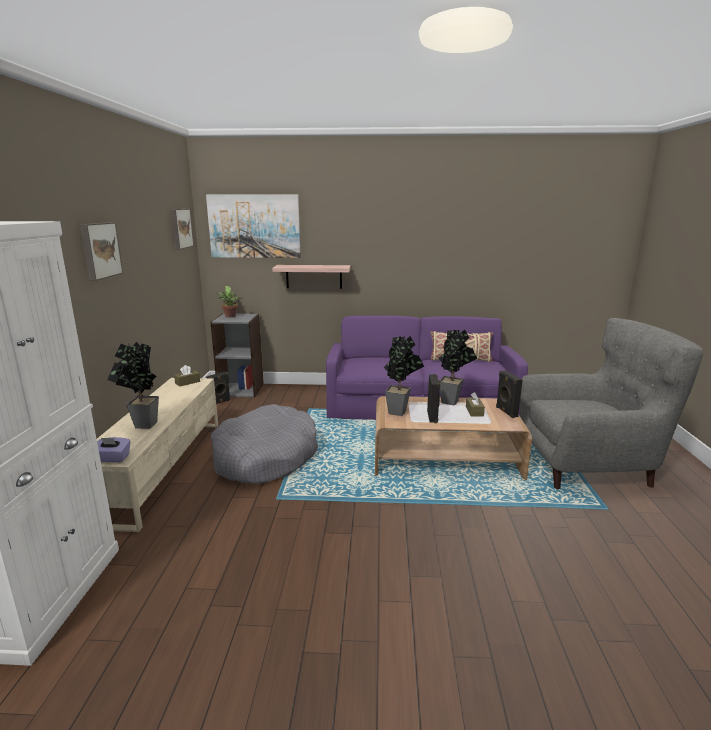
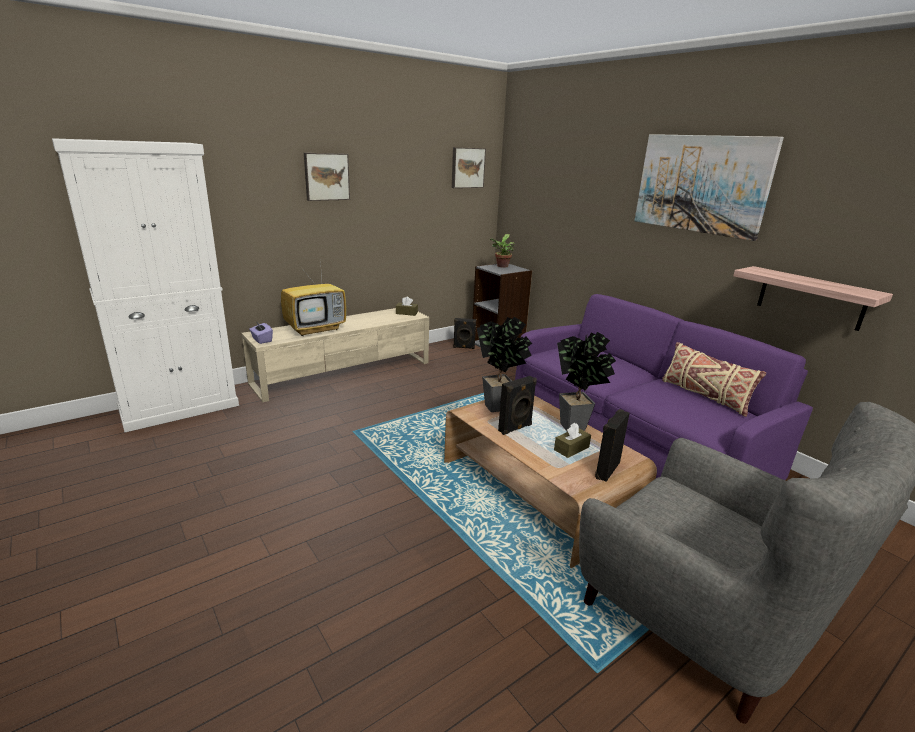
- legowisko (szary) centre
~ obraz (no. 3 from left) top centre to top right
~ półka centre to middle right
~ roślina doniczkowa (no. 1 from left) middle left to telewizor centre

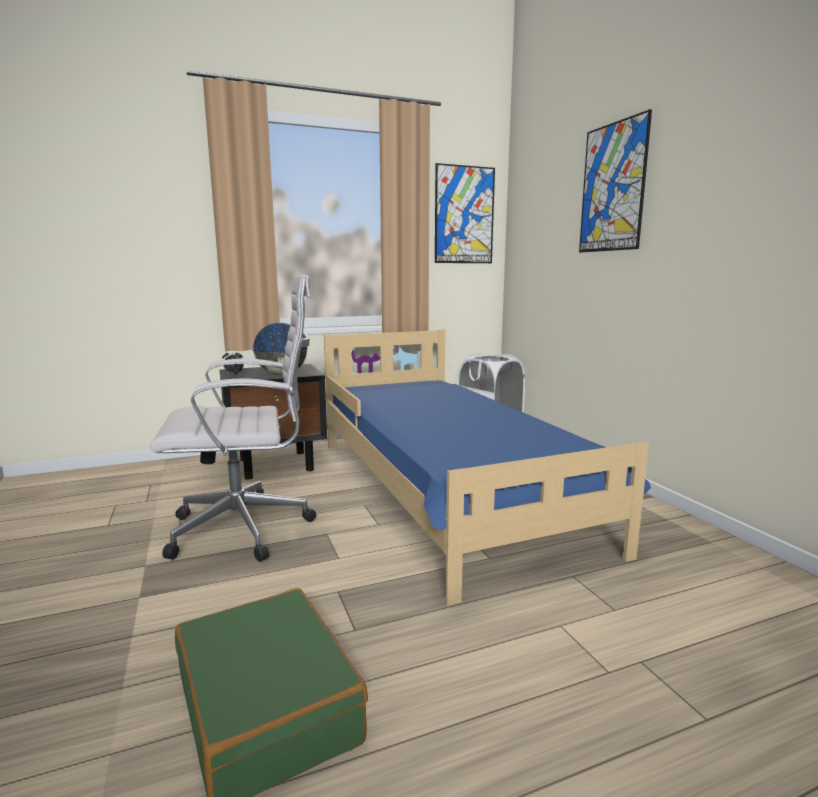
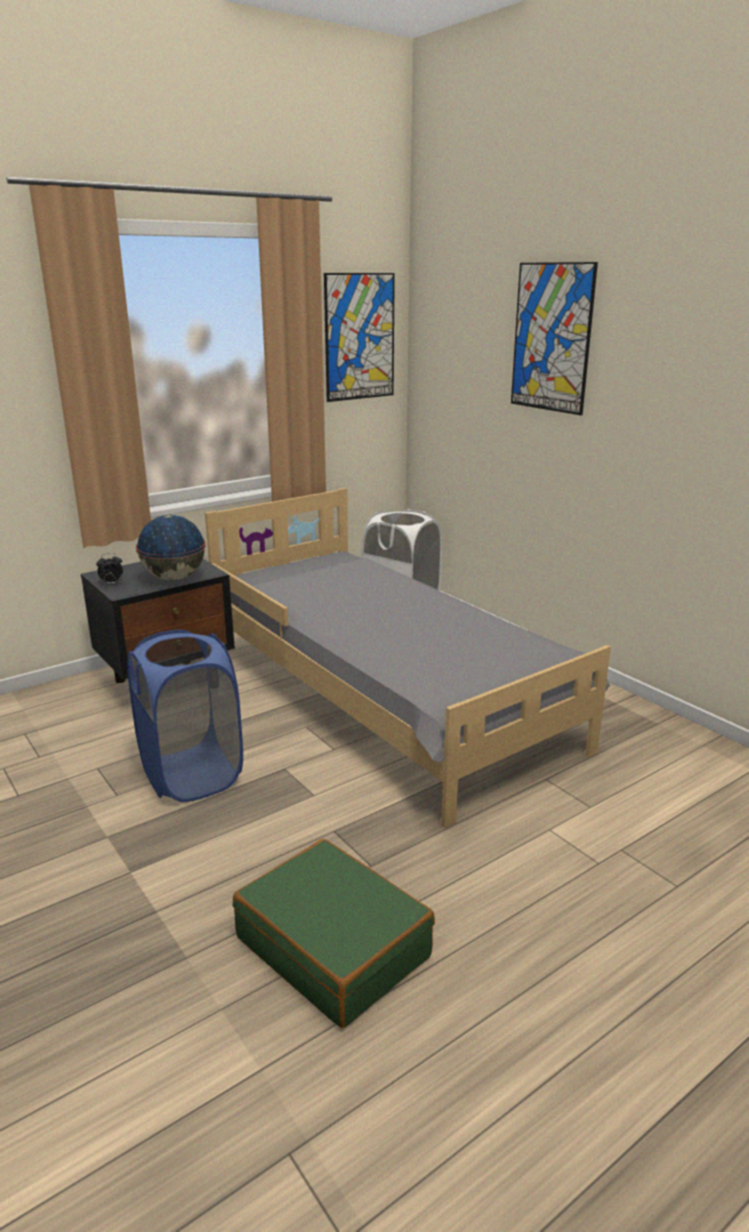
~ krzesło biurowe (biały) middle left to kosz na pranie (niebieski) middle left
~ łóżko (niebieski) centre to łóżko (szary) centre

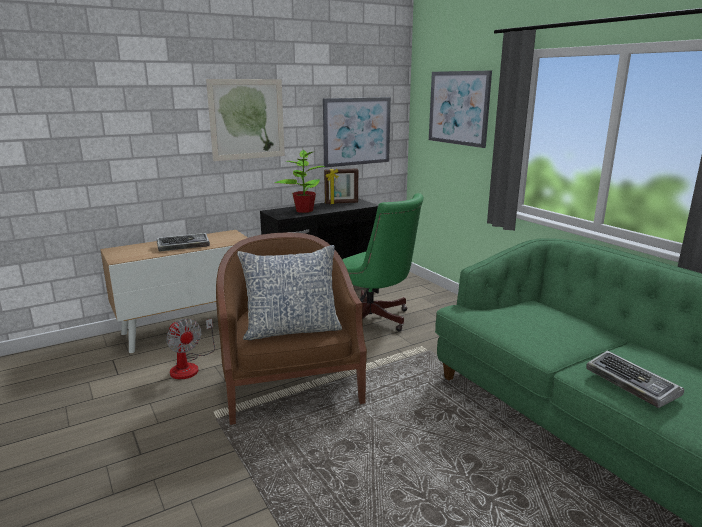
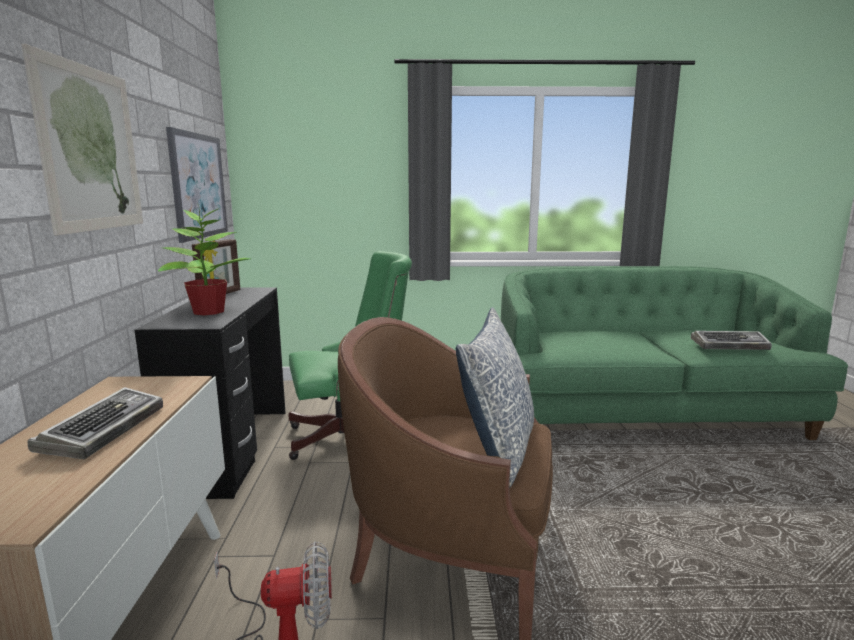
- obraz (no. 3 from left) top centre

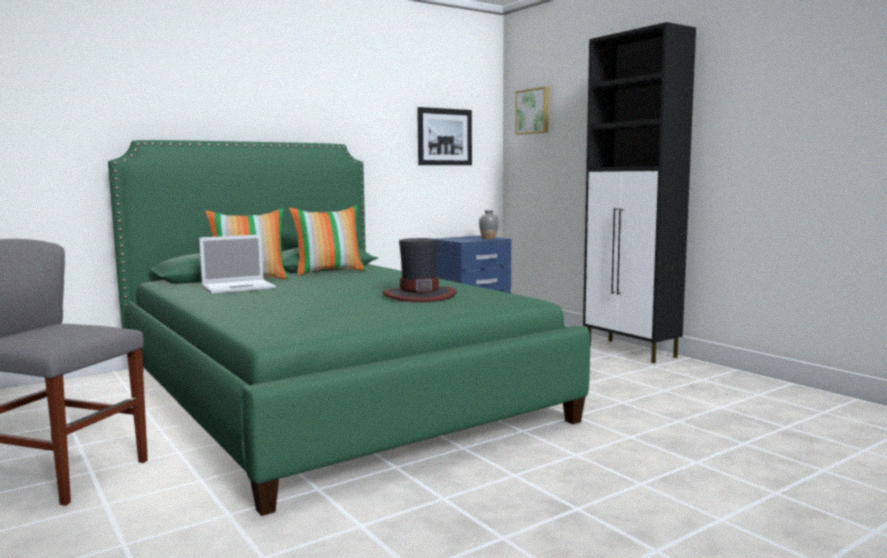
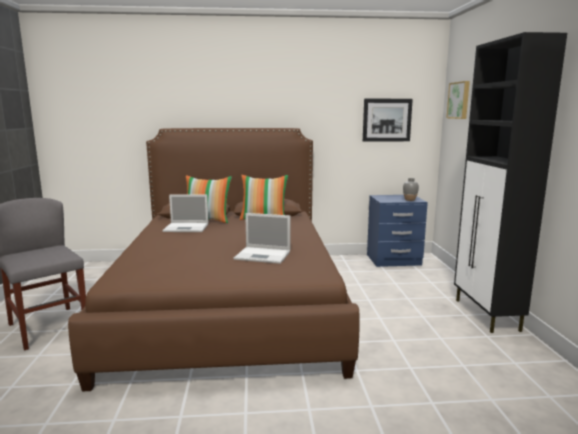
~ kapelusz centre to laptop (no. 2 from left) centre
~ łóżko (zielony) centre to łóżko (brązowy) centre

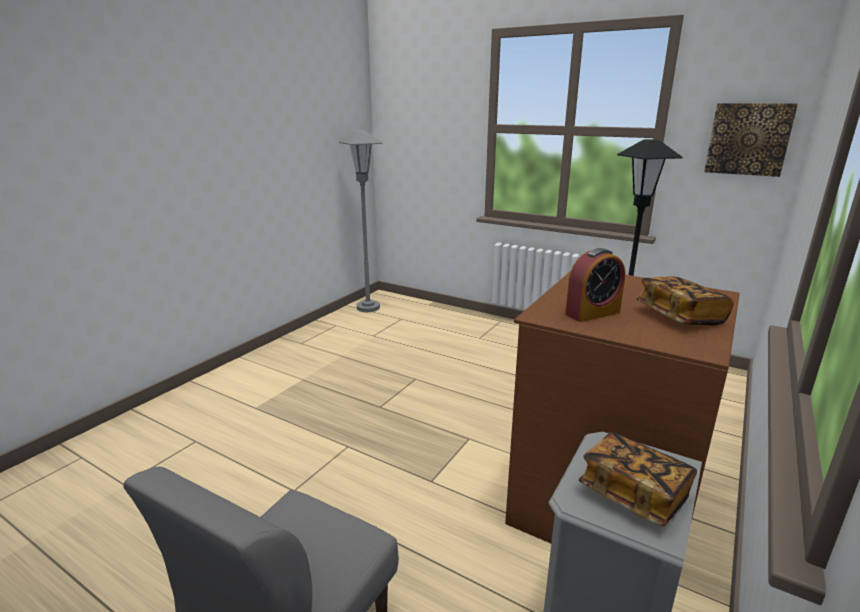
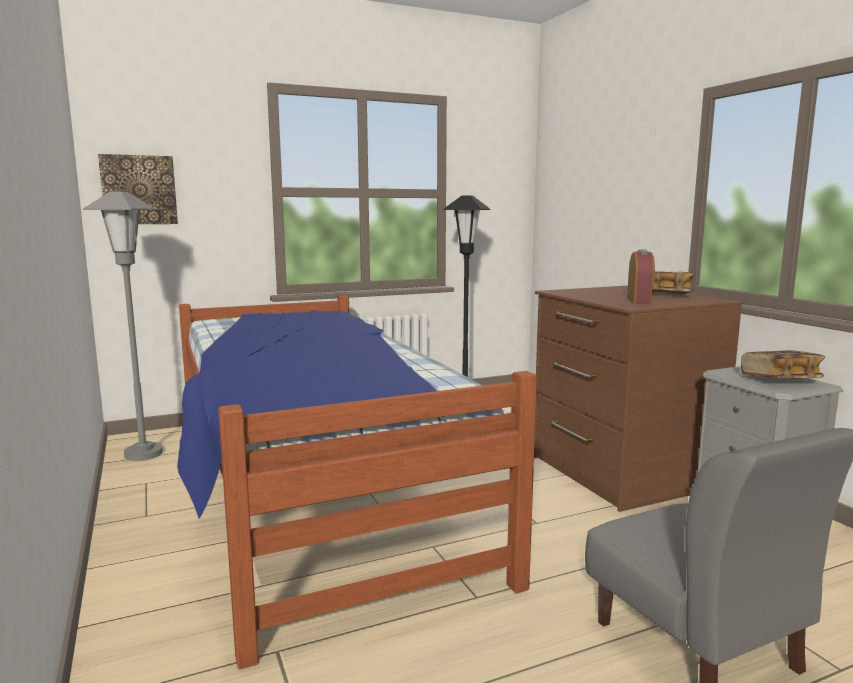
+ łóżko bottom centre
~ obraz top right to top left

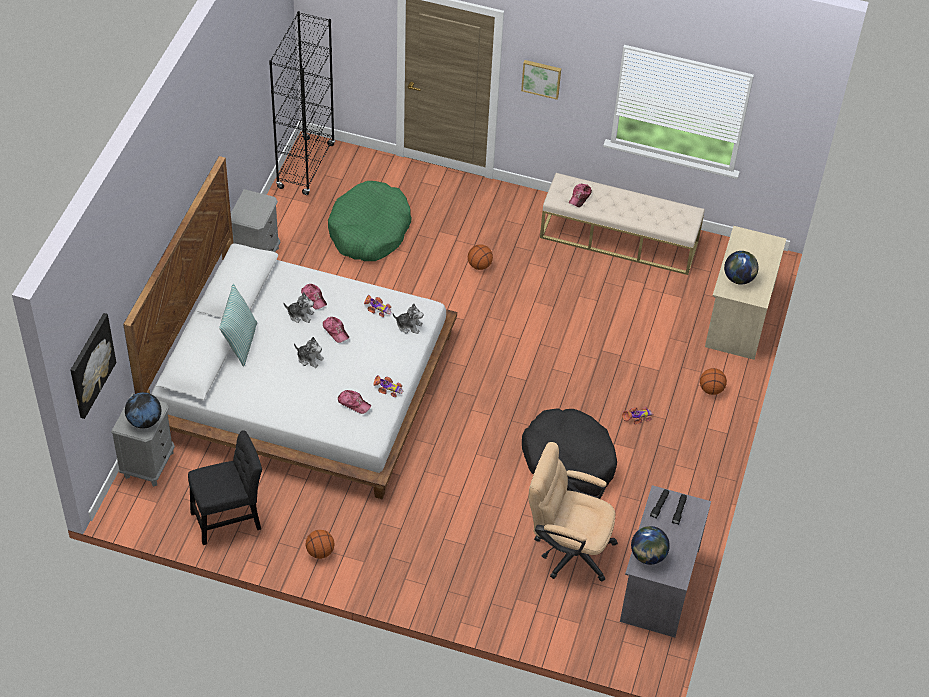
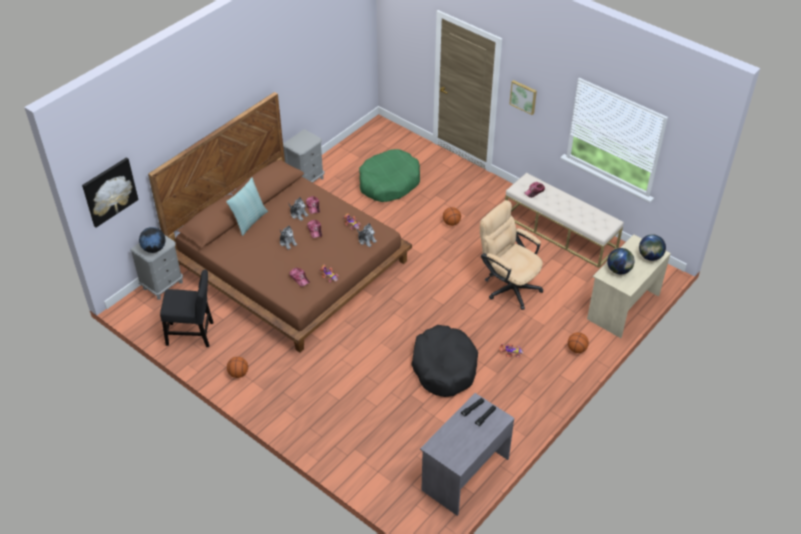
- regał (czarny) top left
~ krzesło biurowe (beżowy) bottom centre to centre
~ globus (no. 2 from left in the first image) bottom right to globus (no. 3 from left) middle right
~ łóżko (biały) middle left to łóżko (brązowy) centre

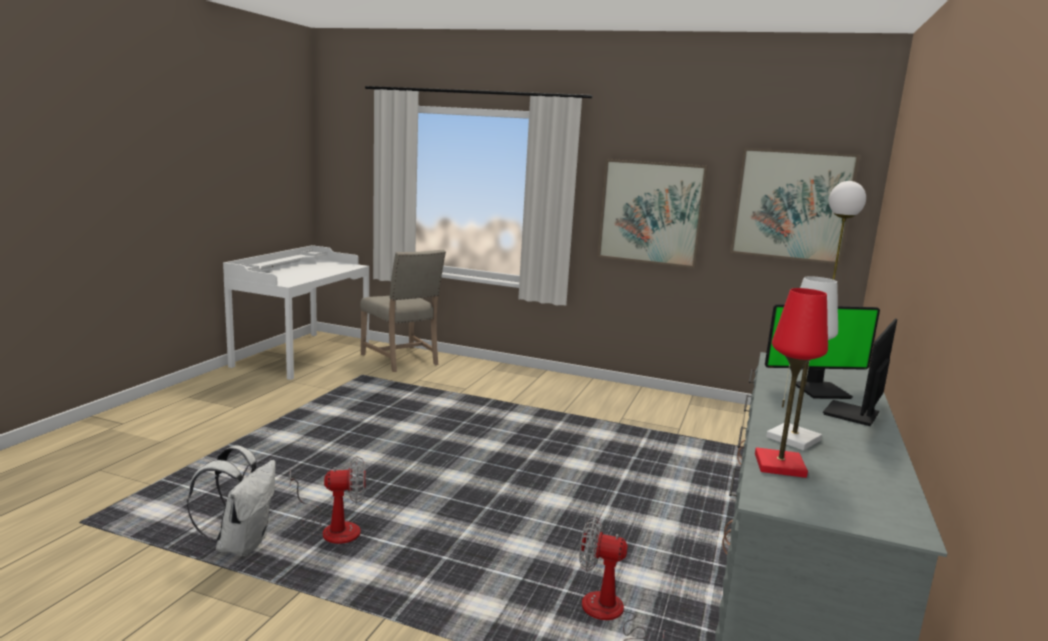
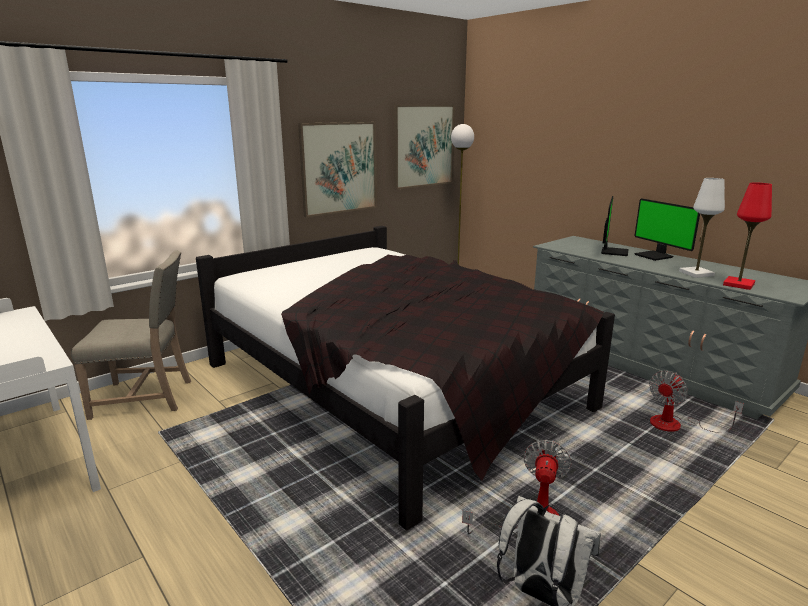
+ łóżko (czarny) centre

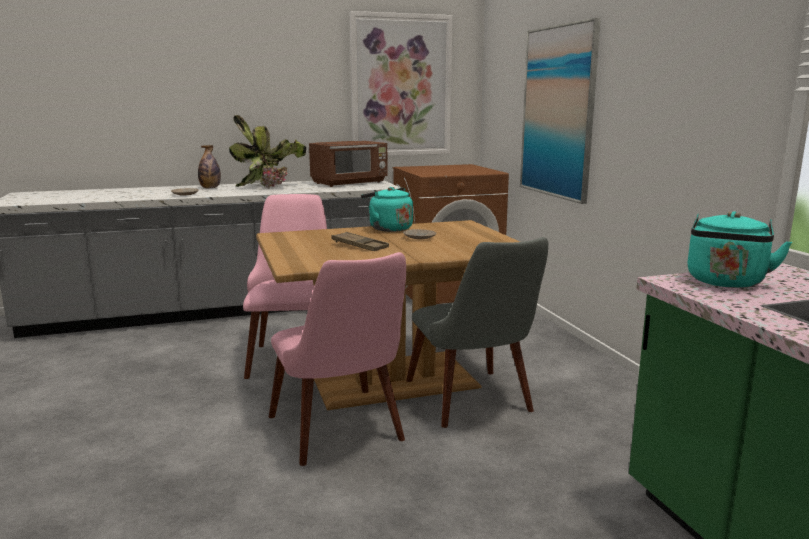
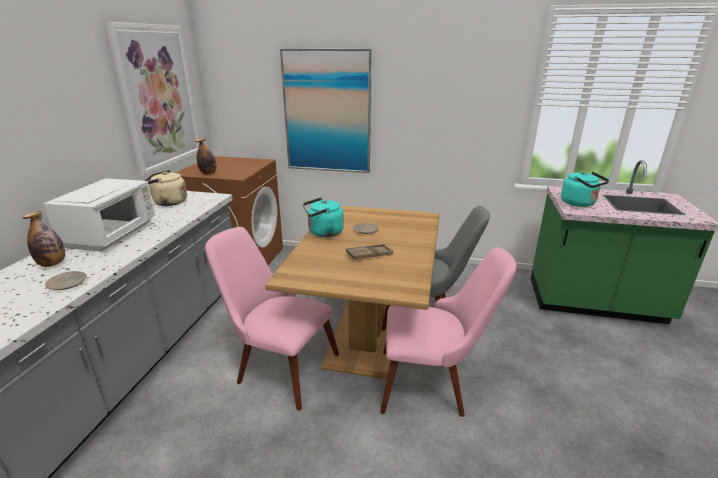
+ butelka (no. 2 from left) top left
~ roślina doniczkowa top left to mikrofalówka (biały) middle left
~ mikrofalówka (brązowy) top centre to czajnik (beżowy) middle left

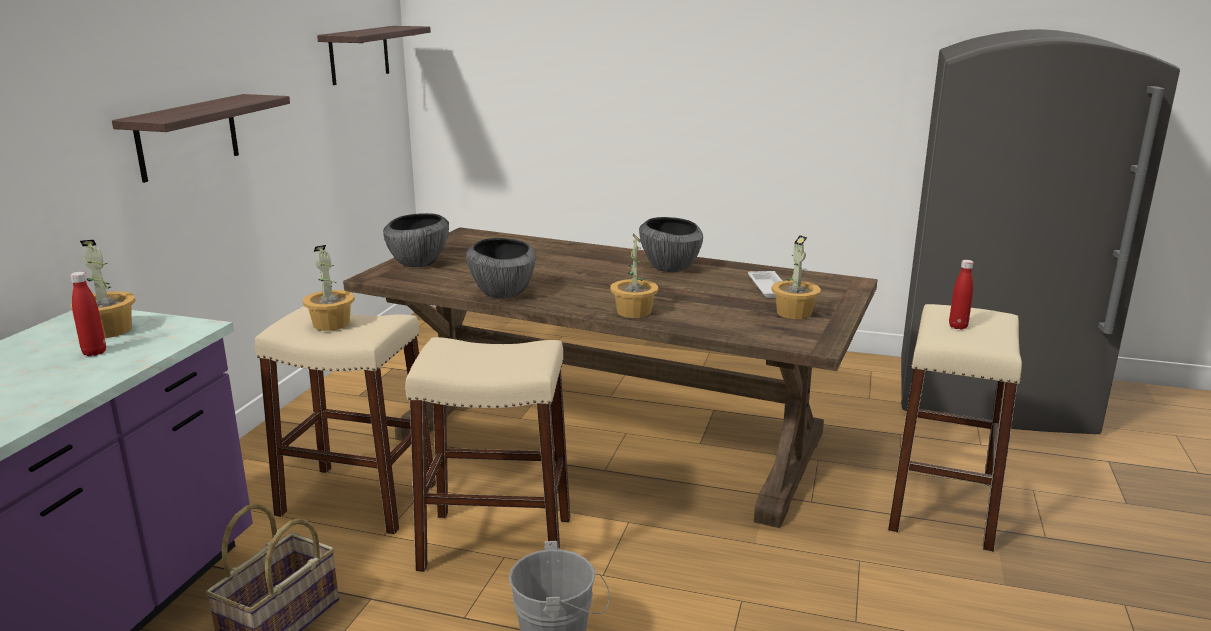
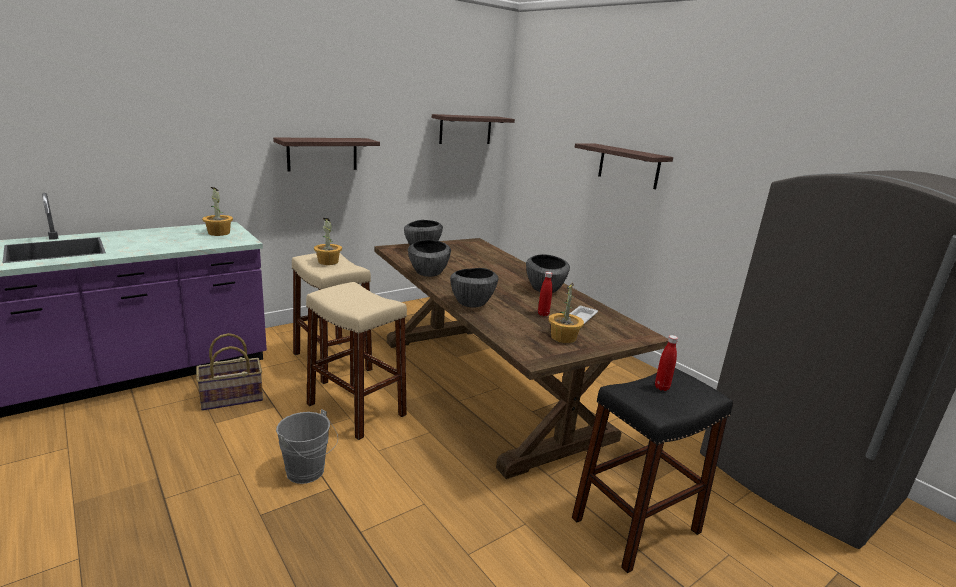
+ półka (no. 3 from left) top centre
~ butelka (czerwony) (no. 1 from left) middle left to centre
~ roślina doniczkowa (no. 3 from left) centre to miska (no. 3 from left) centre
~ stołek (beżowy) (no. 3 from left) bottom right to stołek (czarny) bottom right

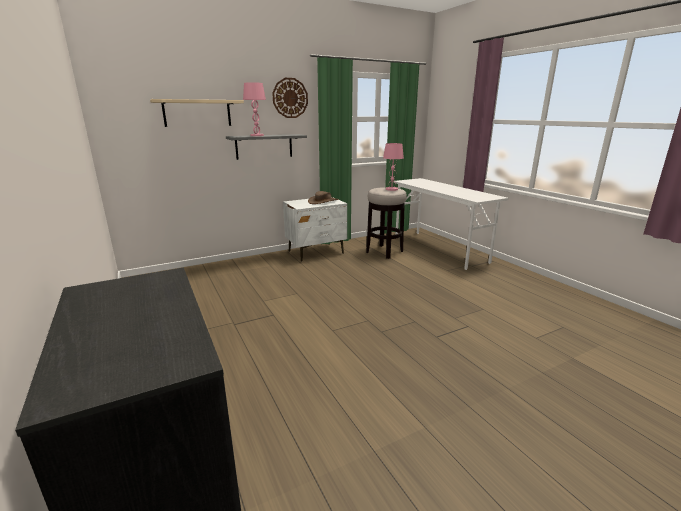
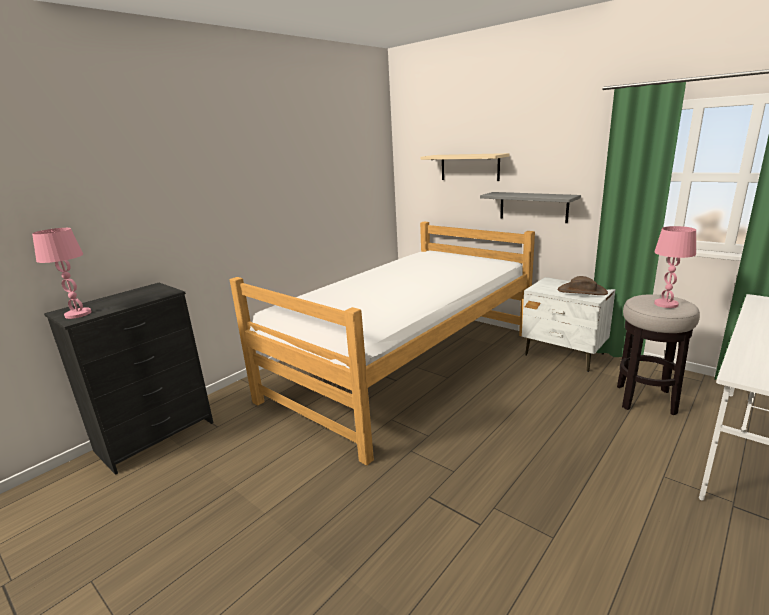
- zegar ścienny top centre
+ łóżko centre
~ lampa stołowa (różowy) (no. 1 from left) top centre to middle left

